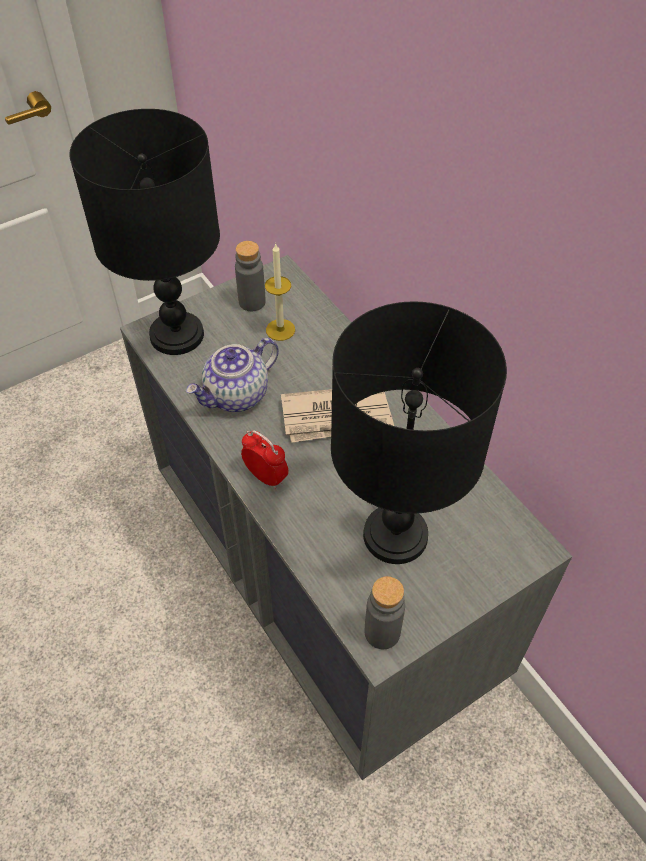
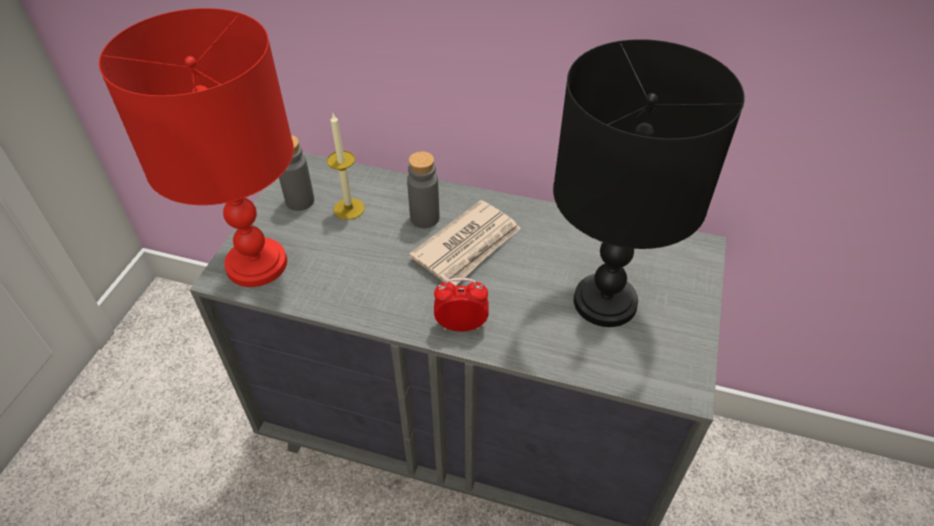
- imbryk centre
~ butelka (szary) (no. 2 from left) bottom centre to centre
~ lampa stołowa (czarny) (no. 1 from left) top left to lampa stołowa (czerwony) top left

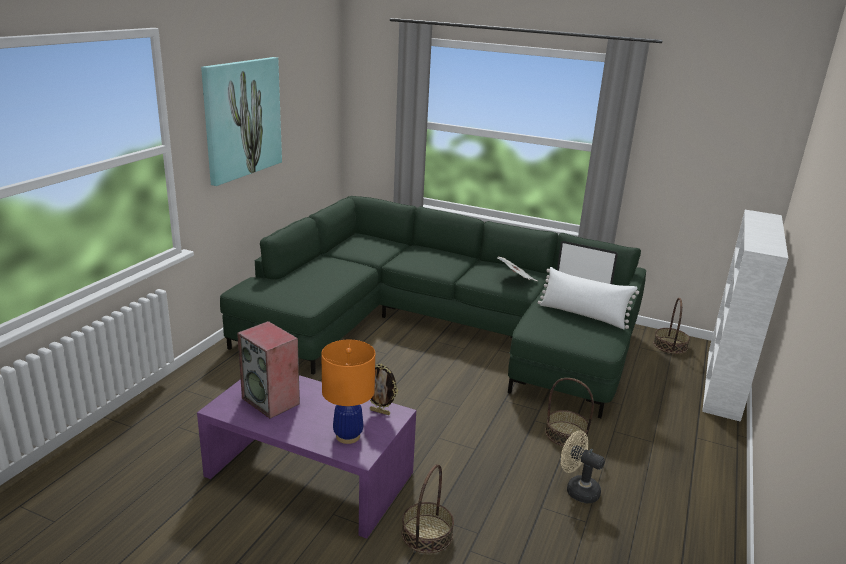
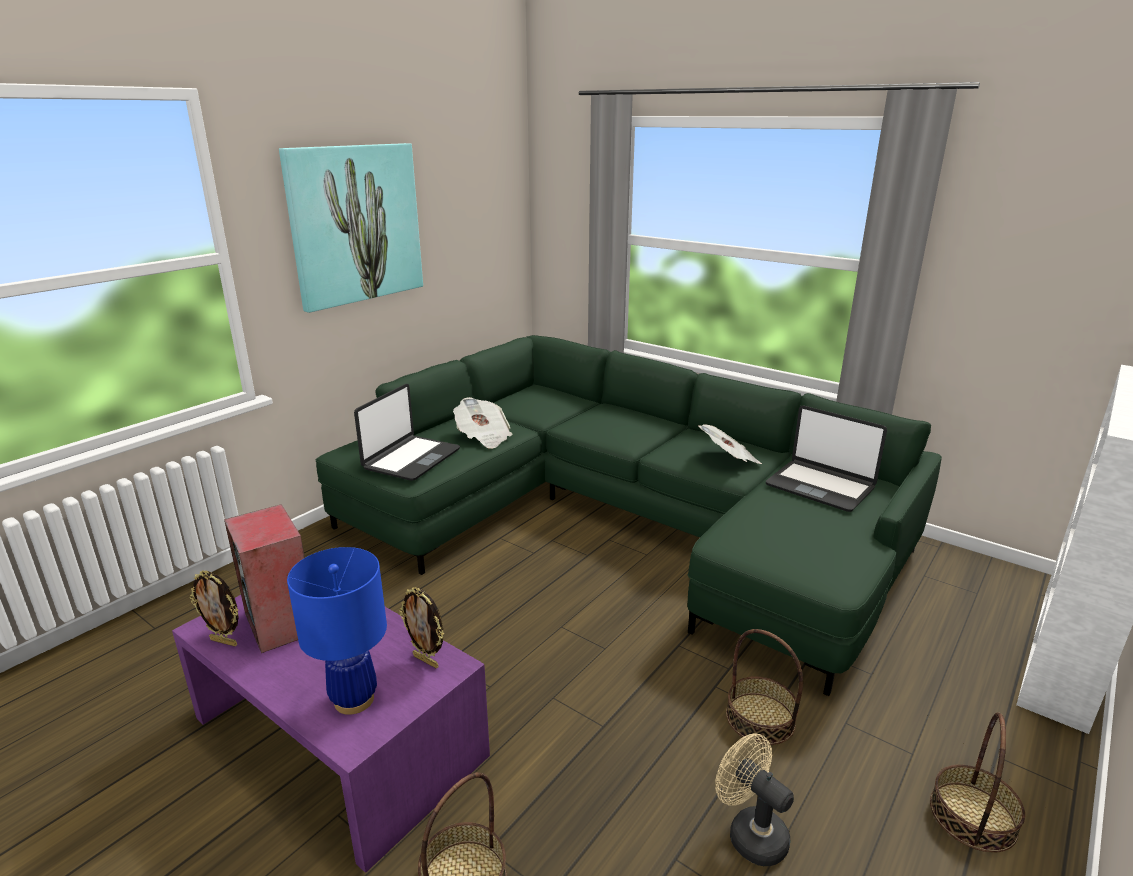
- poduszka (biały) middle right
+ ramka na zdjęcie (no. 1 from left) bottom left
+ laptop (no. 1 from left) centre
+ gazeta (no. 1 from left) centre
~ koszyk (no. 3 from left) middle right to bottom right
~ lampa stołowa (pomarańczowy) bottom centre to lampa stołowa (niebieski) bottom left

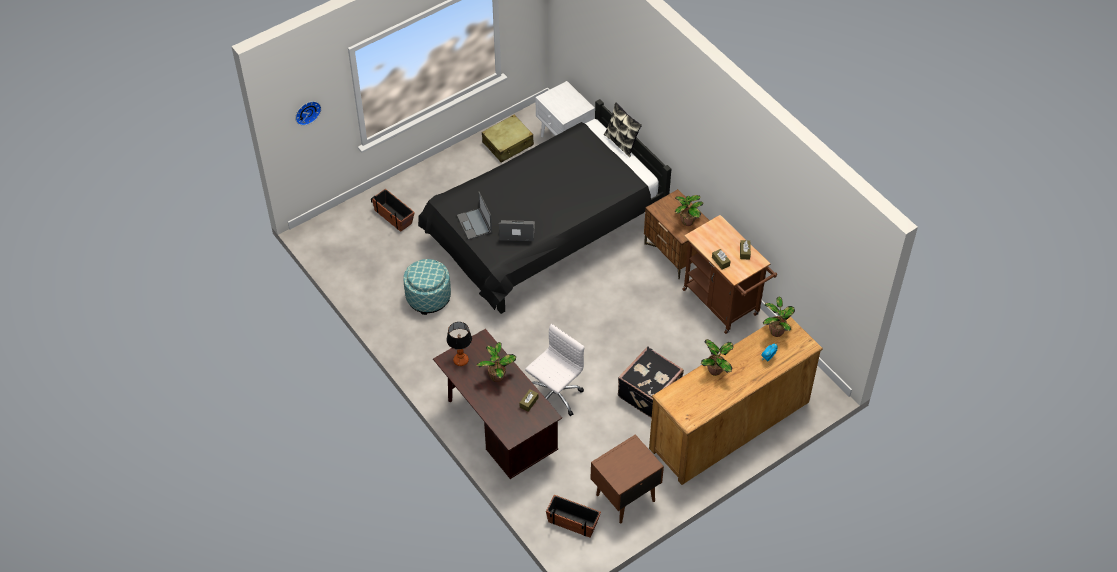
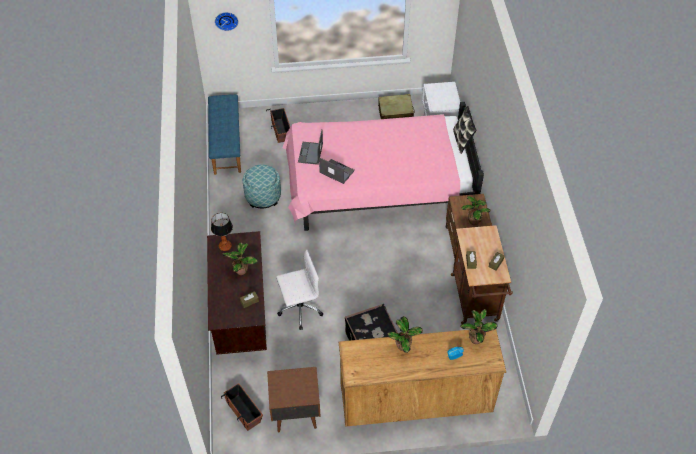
+ ławka (niebieski) top left
~ łóżko (czarny) centre to łóżko (różowy) centre

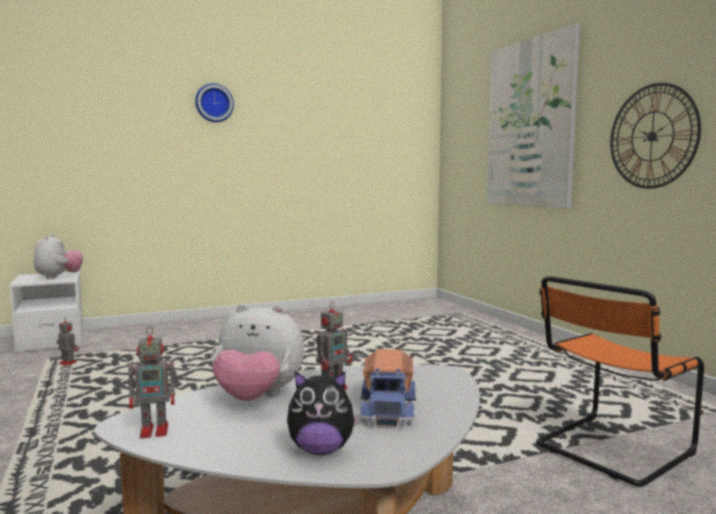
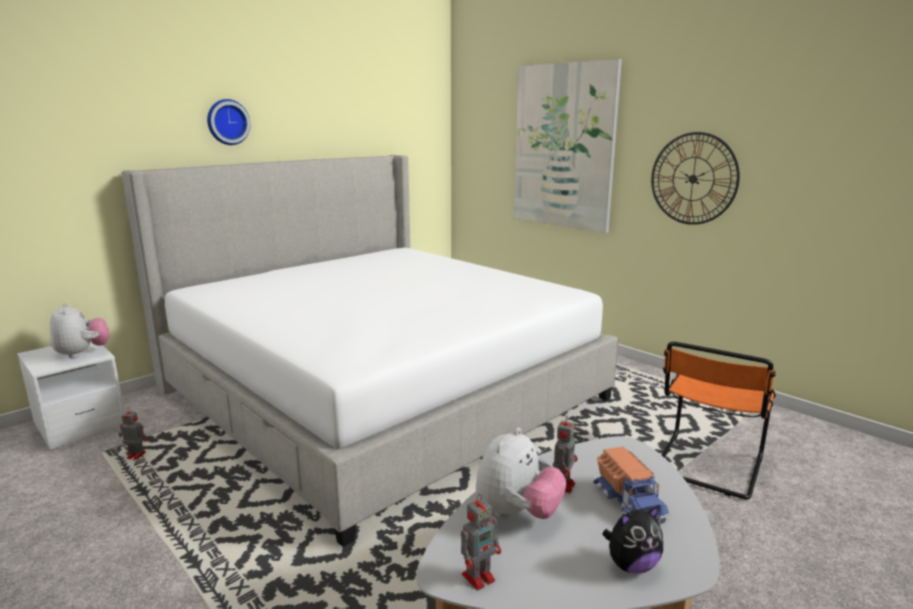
+ łóżko centre
~ pluszak (no. 2 from left) bottom centre = bottom centre 45 degrees counterclockwise

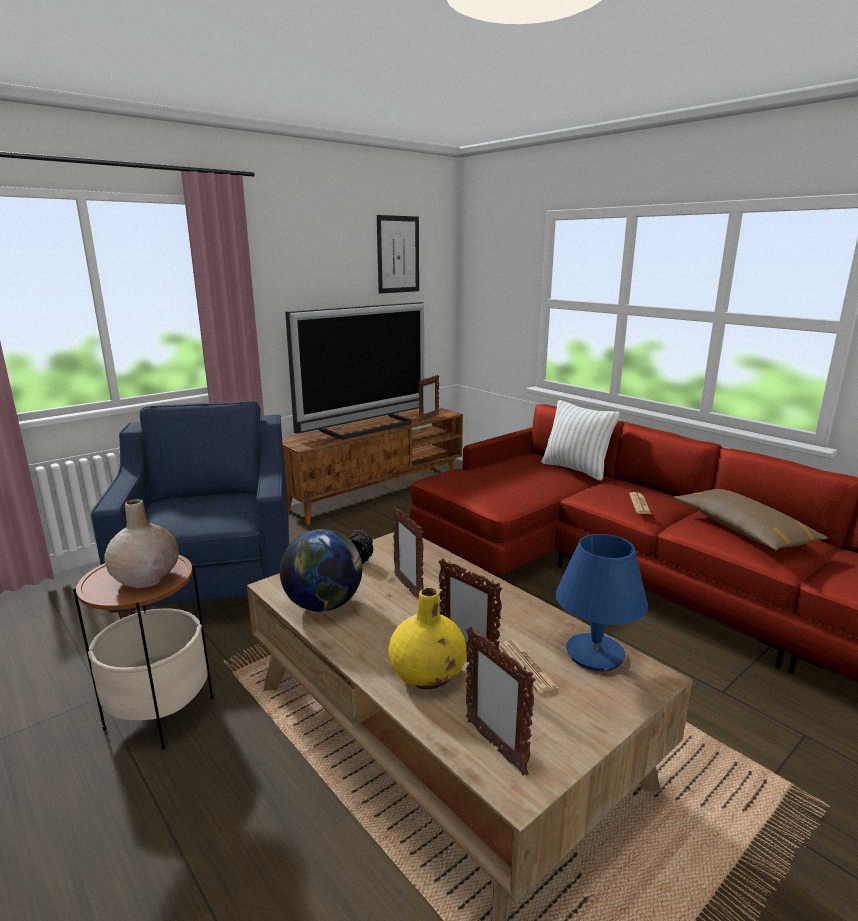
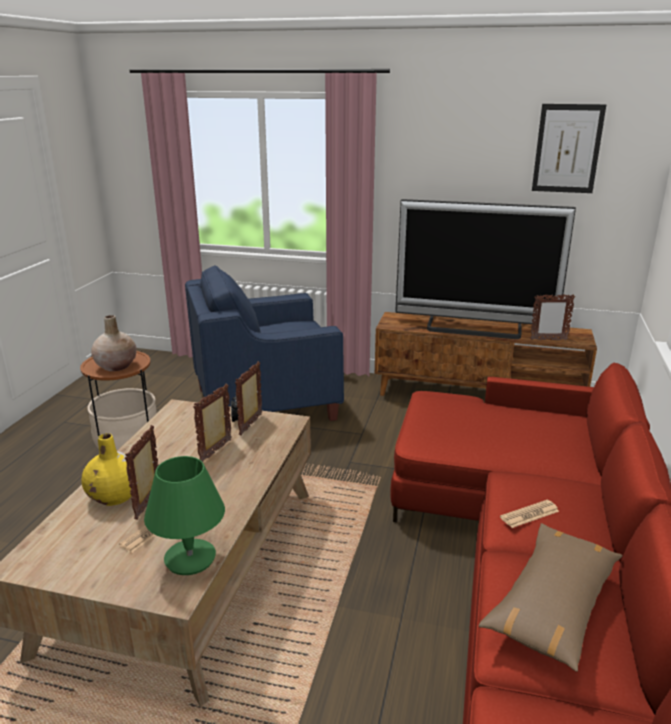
- globus centre
- poduszka (biały) middle right
~ ramka na zdjęcie (no. 4 from left in the first image) bottom centre to ramka na zdjęcie (no. 3 from left) centre
~ lampa stołowa (niebieski) middle right to lampa stołowa (zielony) bottom left
~ fotel (niebieski) middle left = centre 150 degrees counterclockwise

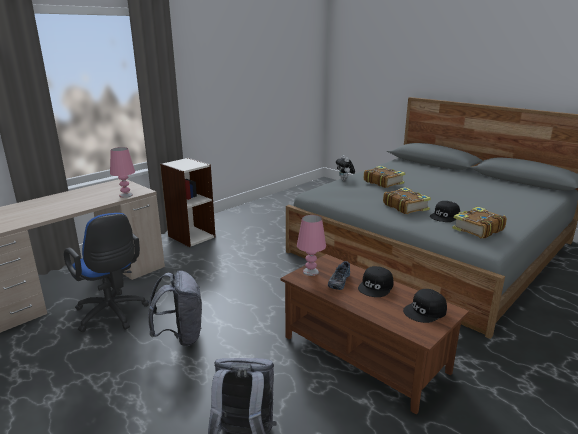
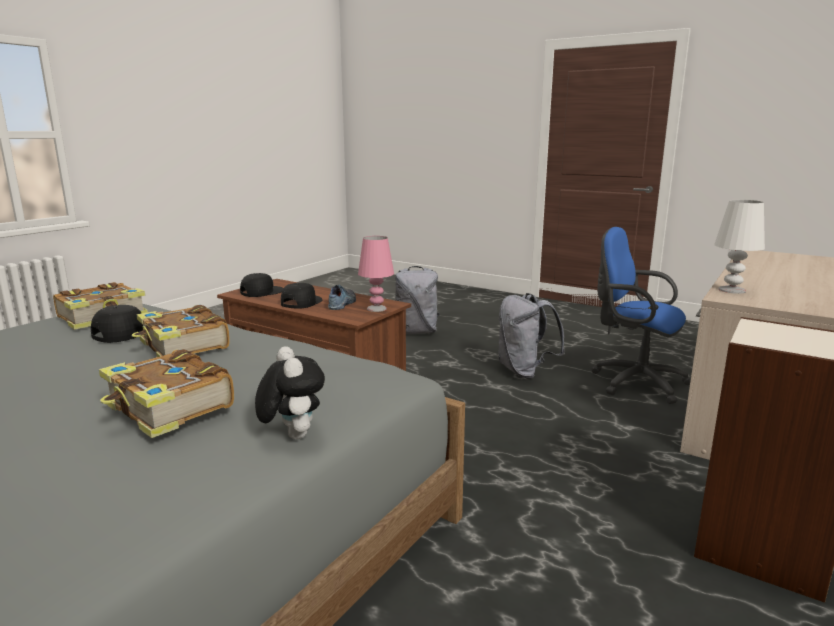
~ lampa stołowa (różowy) (no. 1 from left) middle left to lampa stołowa (biały) middle right

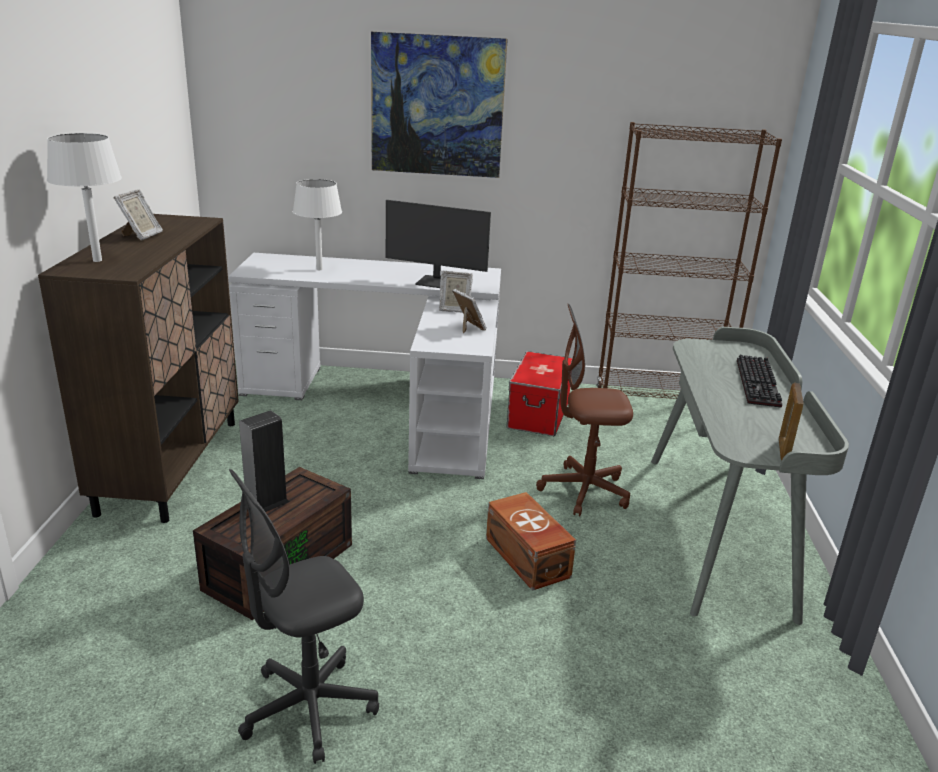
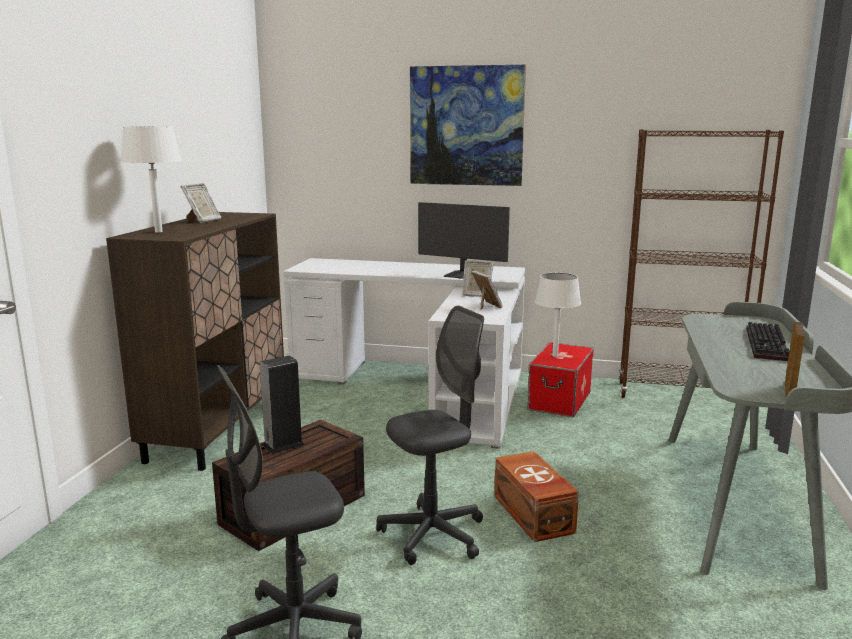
- krzesło biurowe (brązowy) centre
+ krzesło biurowe (szary) (no. 2 from left) bottom centre
~ lampa stołowa (biały) (no. 2 from left) top centre to centre

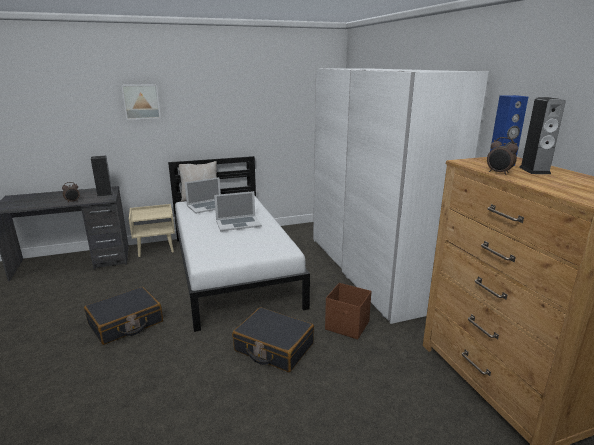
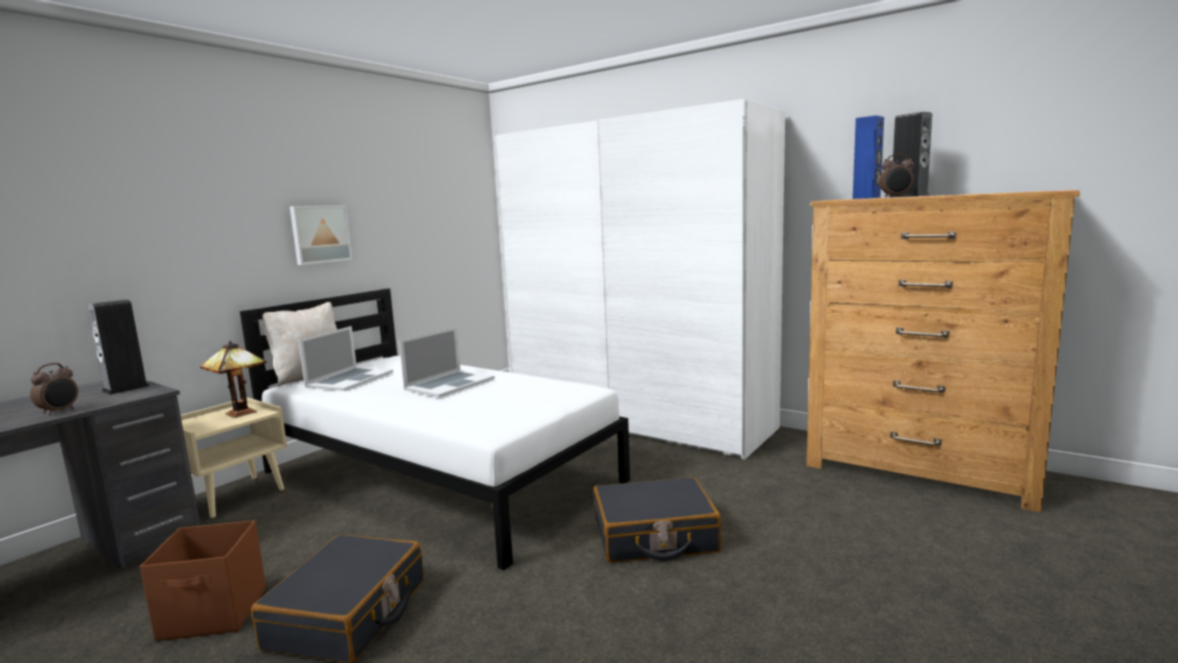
+ lampa stołowa middle left
~ obraz top left to middle left
~ pojemnik do przechowywania (brązowy) bottom centre to bottom left

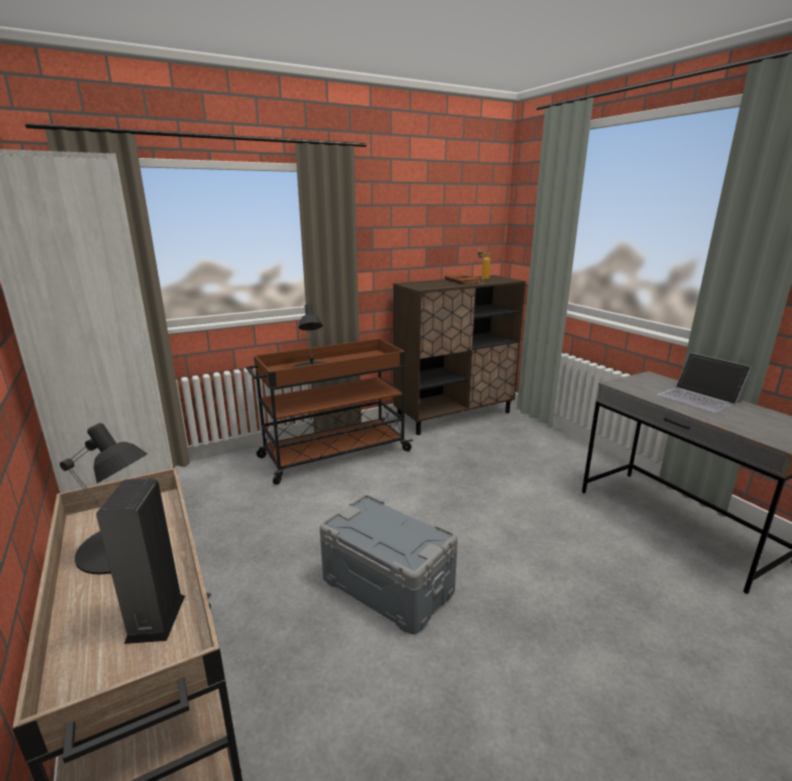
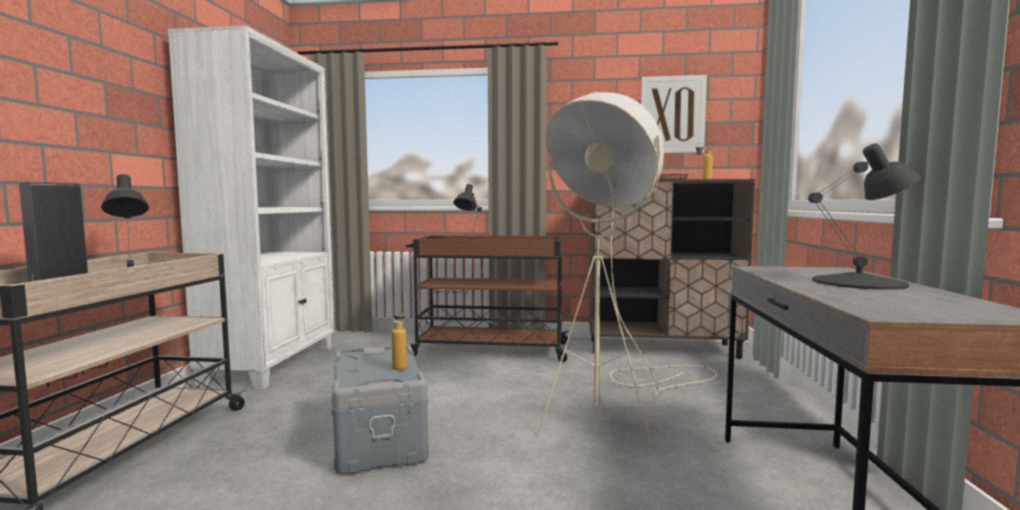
+ butelka (no. 1 from left) centre
+ lampa stojąca (beżowy) centre
+ obraz top centre
~ laptop middle right to lampa stołowa (czarny) (no. 3 from left) middle right

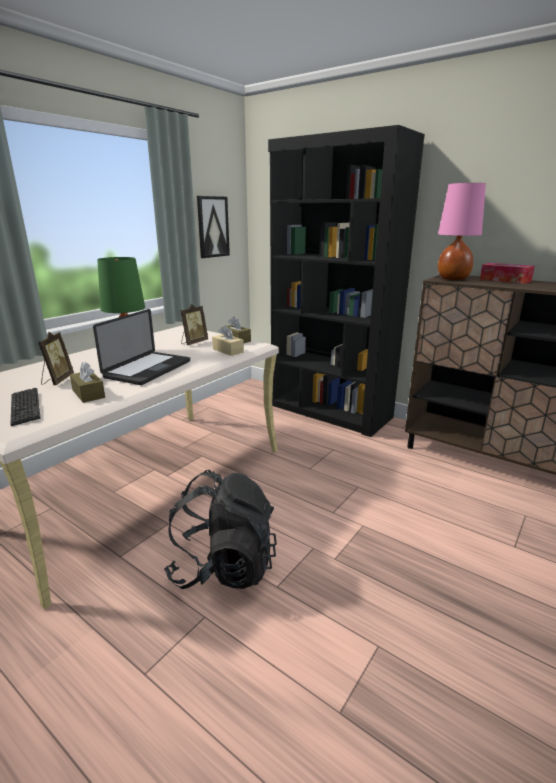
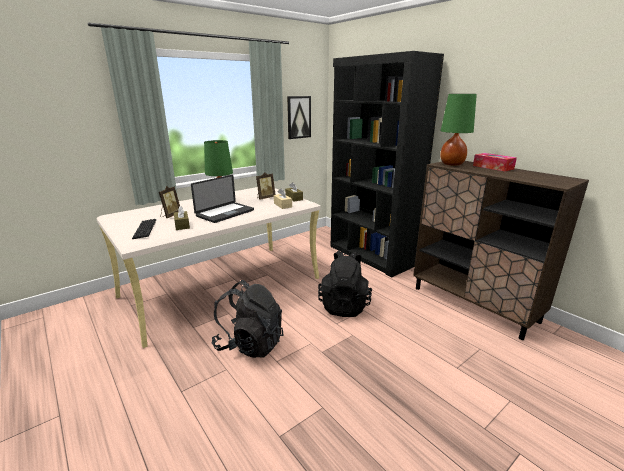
+ plecak (czarny) (no. 2 from left) centre
~ lampa stołowa (różowy) top right to lampa stołowa (zielony) (no. 2 from left) top right

